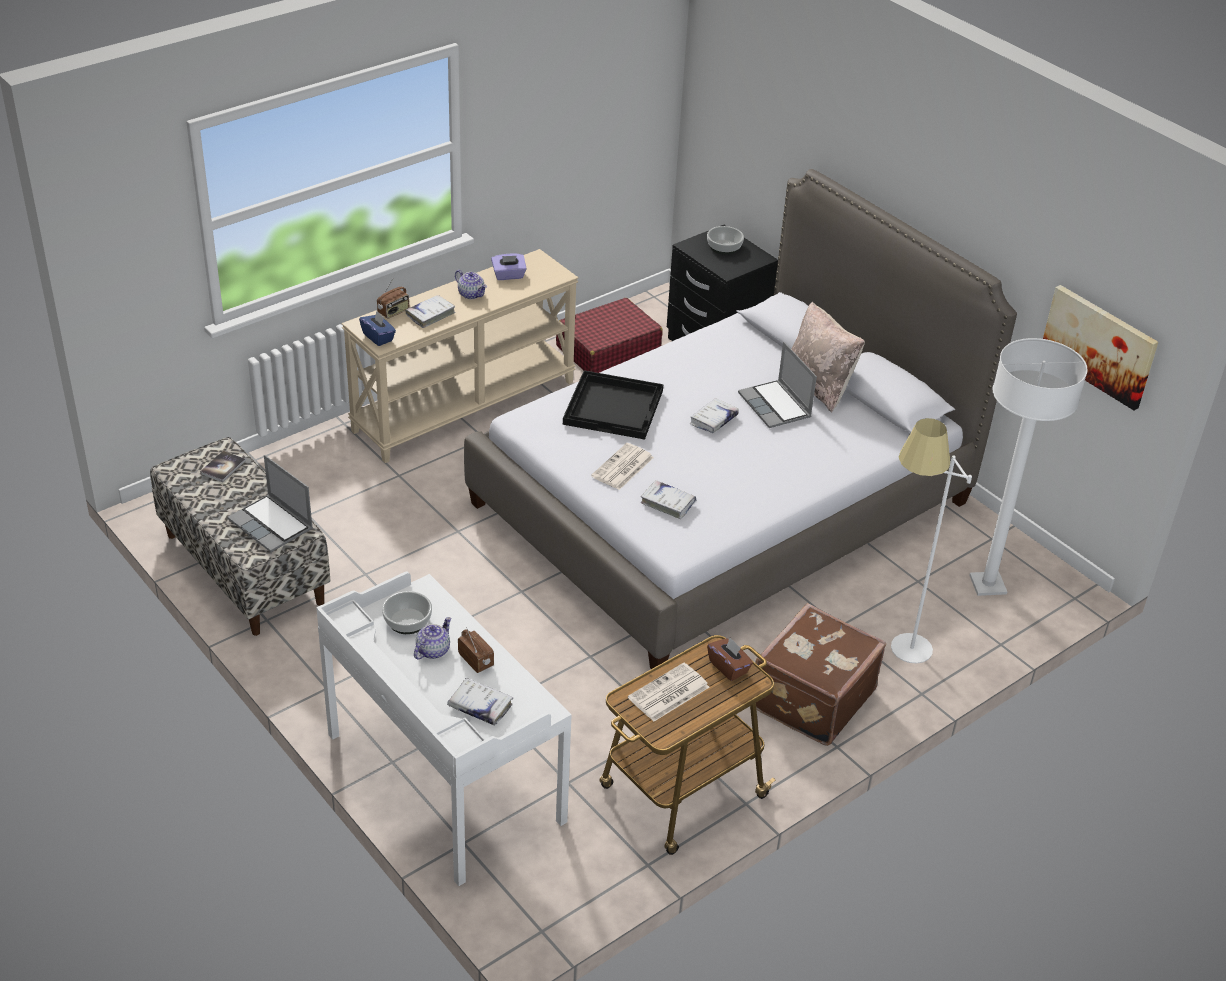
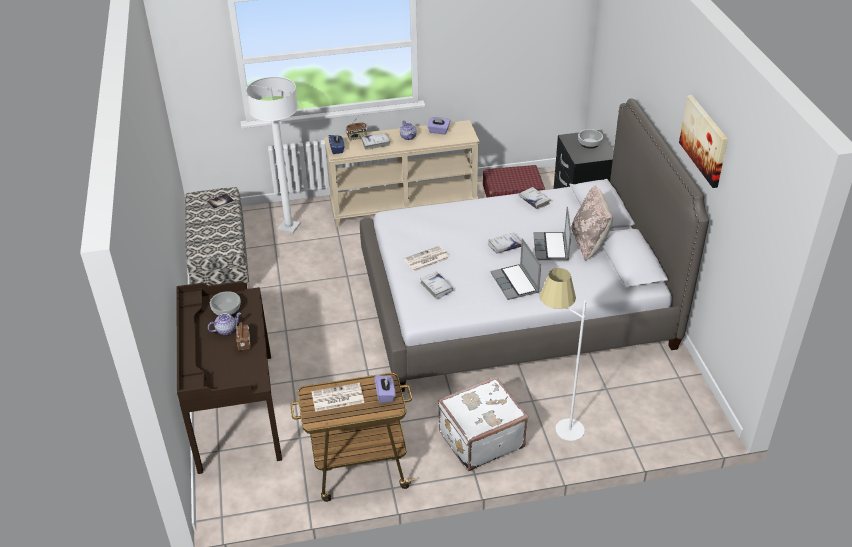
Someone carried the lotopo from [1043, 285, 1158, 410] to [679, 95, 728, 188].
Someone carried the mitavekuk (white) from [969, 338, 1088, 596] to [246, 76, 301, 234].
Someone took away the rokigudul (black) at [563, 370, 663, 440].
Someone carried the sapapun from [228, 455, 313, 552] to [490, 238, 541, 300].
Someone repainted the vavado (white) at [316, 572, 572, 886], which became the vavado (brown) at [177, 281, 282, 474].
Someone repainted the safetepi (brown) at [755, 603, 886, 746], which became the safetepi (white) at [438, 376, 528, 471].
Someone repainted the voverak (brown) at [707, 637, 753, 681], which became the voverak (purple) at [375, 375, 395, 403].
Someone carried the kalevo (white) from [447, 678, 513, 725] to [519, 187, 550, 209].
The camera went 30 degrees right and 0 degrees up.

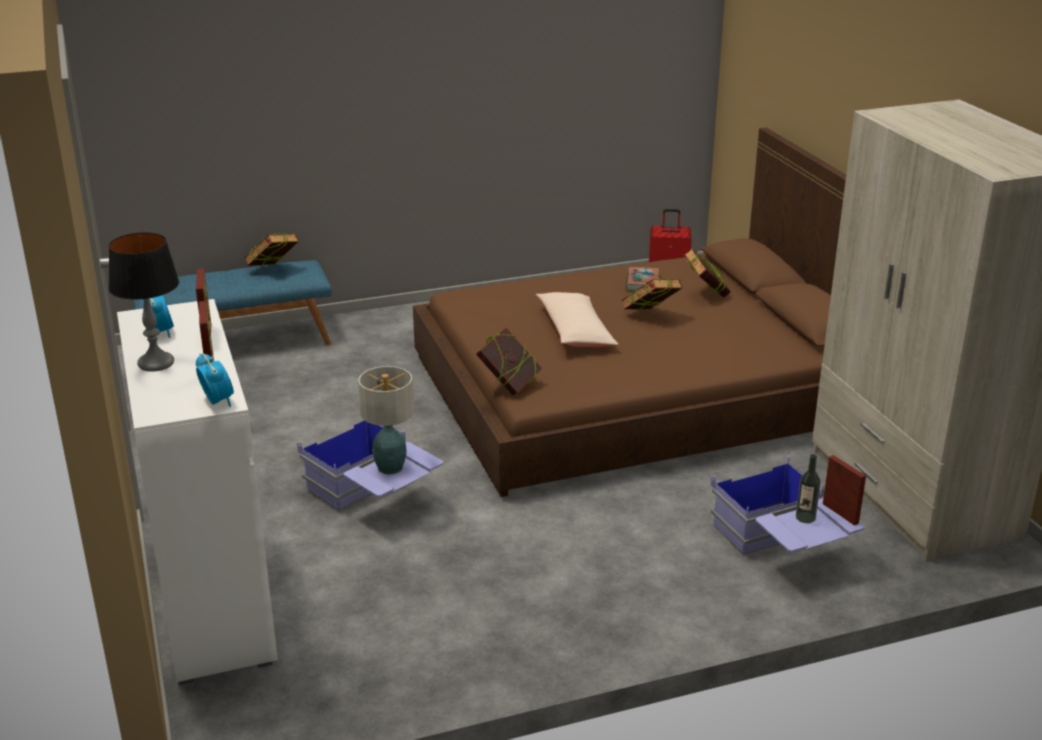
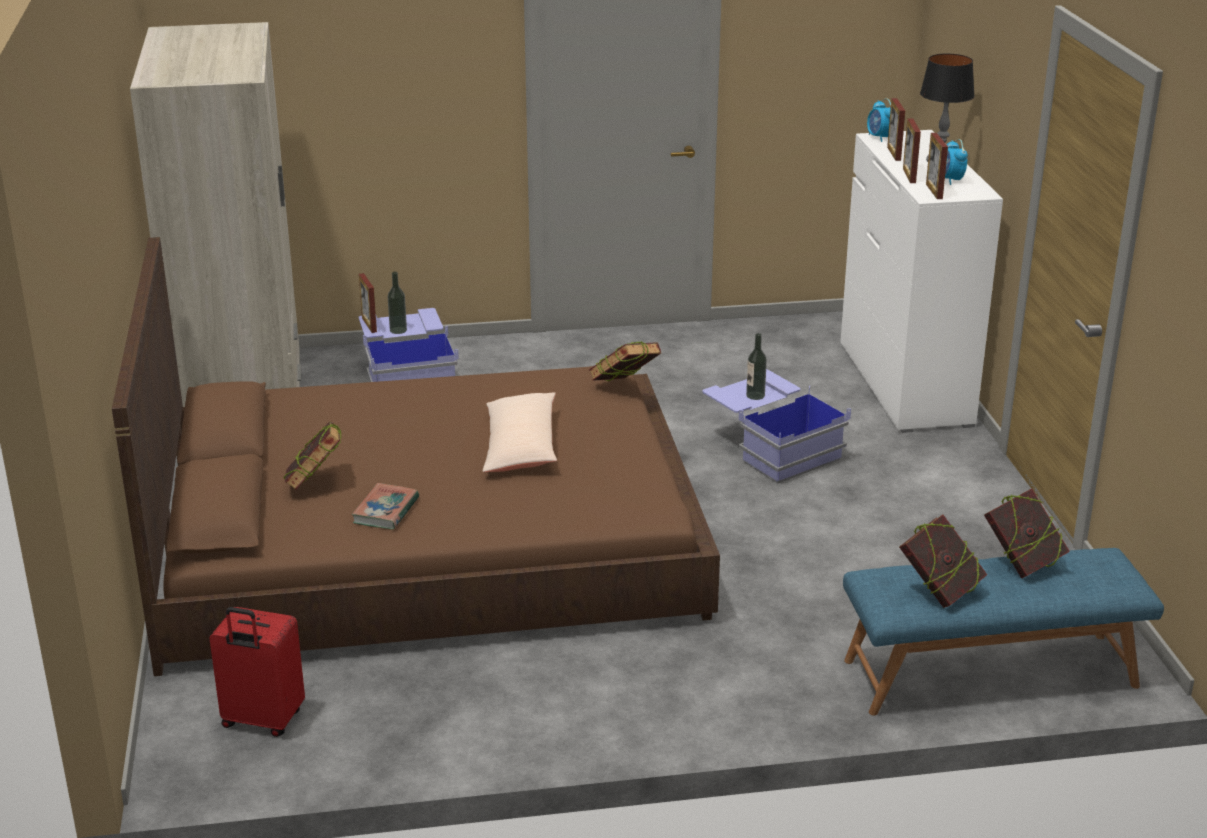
Someone carried the kalevo from [621, 277, 683, 310] to [984, 488, 1070, 578].
Someone swapped the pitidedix at [358, 366, 414, 474] for the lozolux at [746, 333, 767, 400].
Someone put down the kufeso at [926, 133, 948, 199].
The camera went 170 degrees left and 0 degrees up.

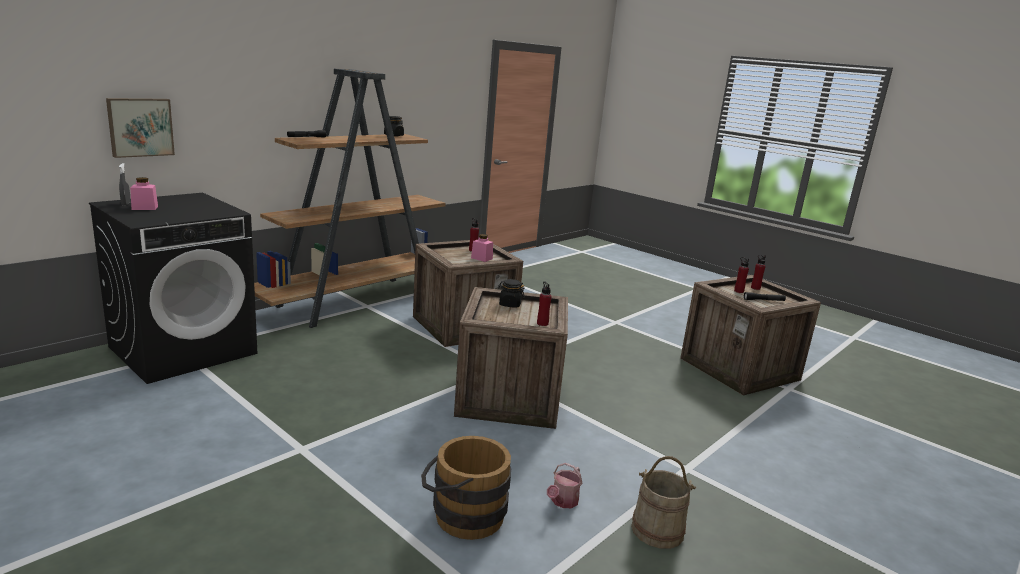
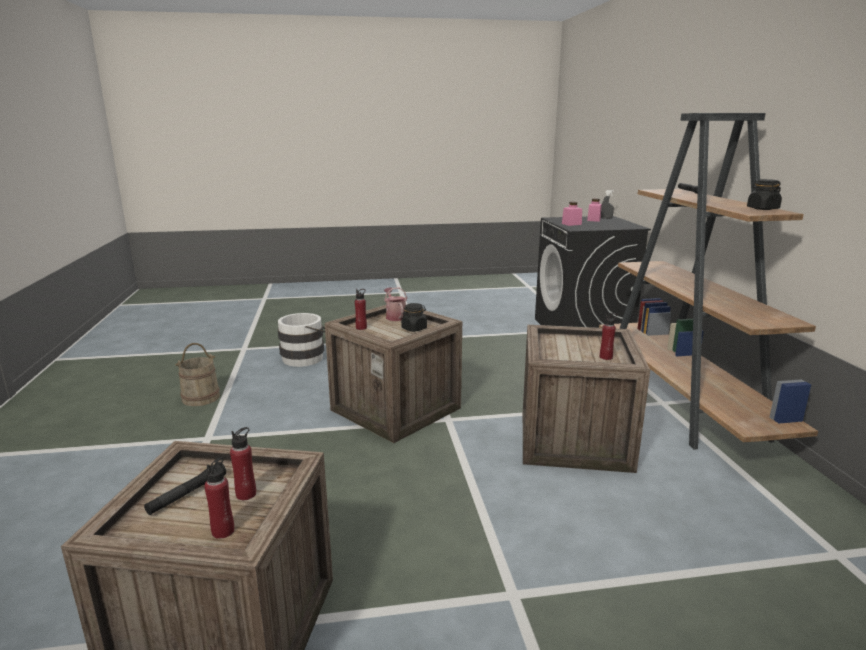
Someone took away the lotopo at [106, 98, 175, 158].
Someone carried the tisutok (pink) from [471, 234, 493, 262] to [562, 202, 582, 226].
Someone repainted the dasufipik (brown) at [421, 436, 511, 540], which became the dasufipik (white) at [278, 313, 325, 367].
Someone carried the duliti from [547, 463, 582, 508] to [384, 287, 407, 321].
The camera went 130 degrees right and 0 degrees up.

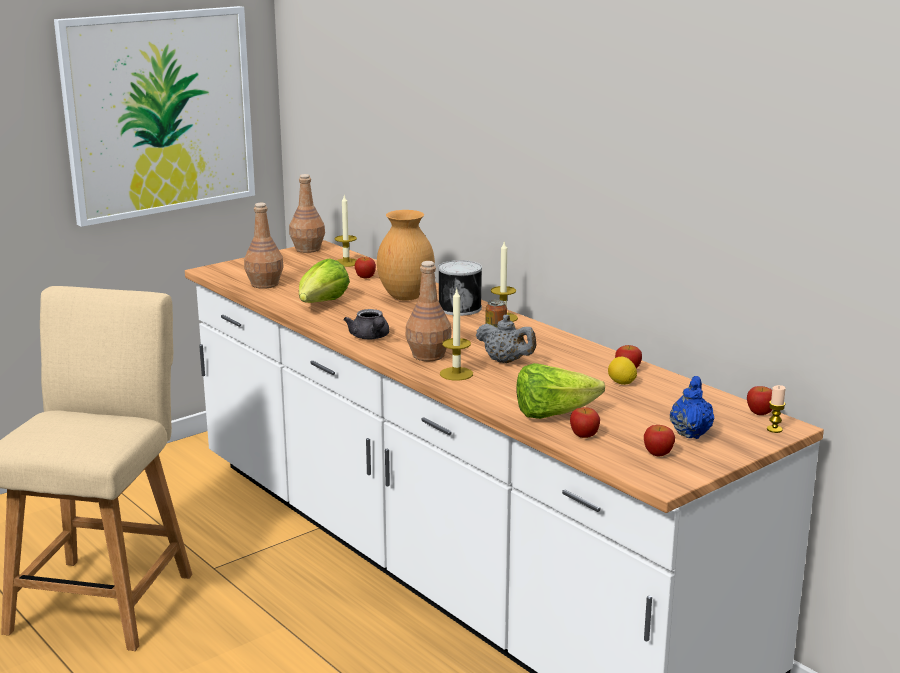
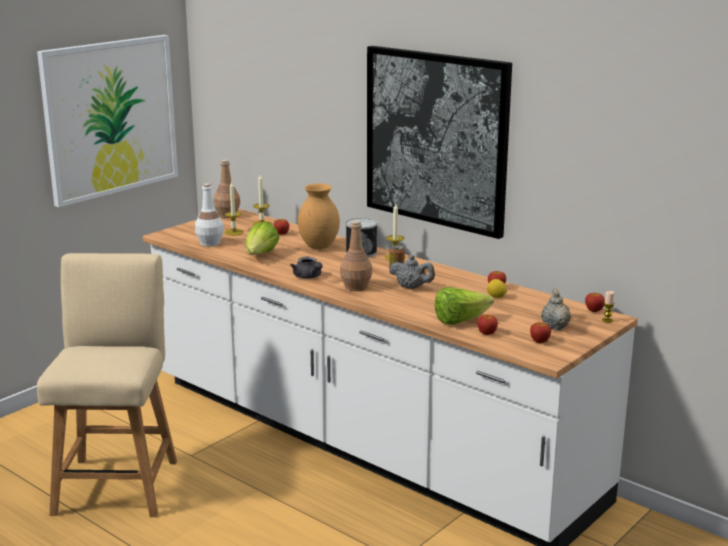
Someone repainted the lozolux (brown) at [244, 203, 283, 289], which became the lozolux (white) at [195, 183, 224, 247].
Someone carried the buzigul from [440, 288, 473, 381] to [224, 181, 244, 236].
Someone repainted the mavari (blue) at [670, 376, 714, 439], which became the mavari (beige) at [541, 288, 571, 330].
Someone put up the lotopo at [367, 46, 512, 239].
The camera went 10 degrees left and 0 degrees up.

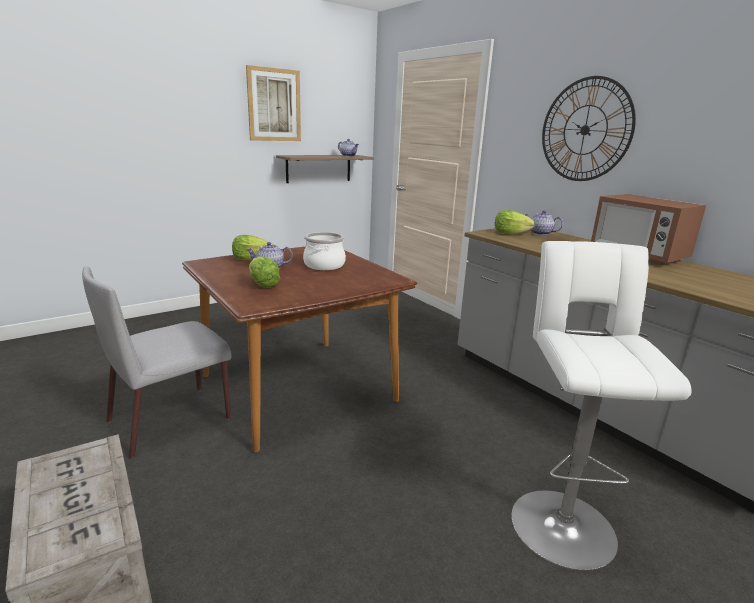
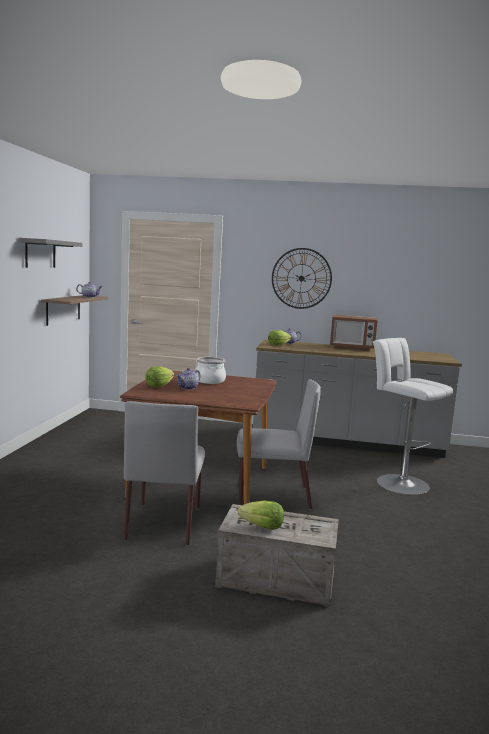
Someone swapped the lotopo at [246, 65, 301, 141] for the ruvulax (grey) at [19, 238, 83, 268].
Someone carried the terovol from [249, 256, 280, 288] to [238, 501, 284, 530].
Someone put down the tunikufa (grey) at [237, 379, 321, 510].
The camera went 45 degrees left and 10 degrees down.

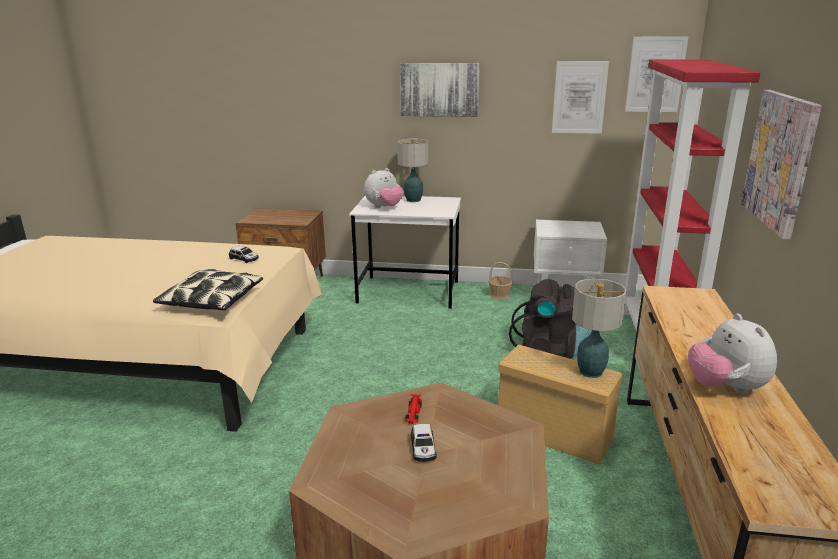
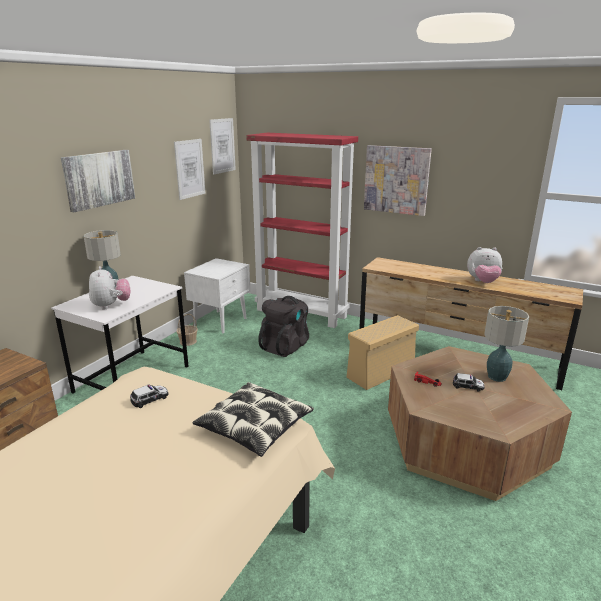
Someone carried the pitidedix from [572, 278, 626, 378] to [484, 306, 529, 382].
The camera went 70 degrees left and 0 degrees up.

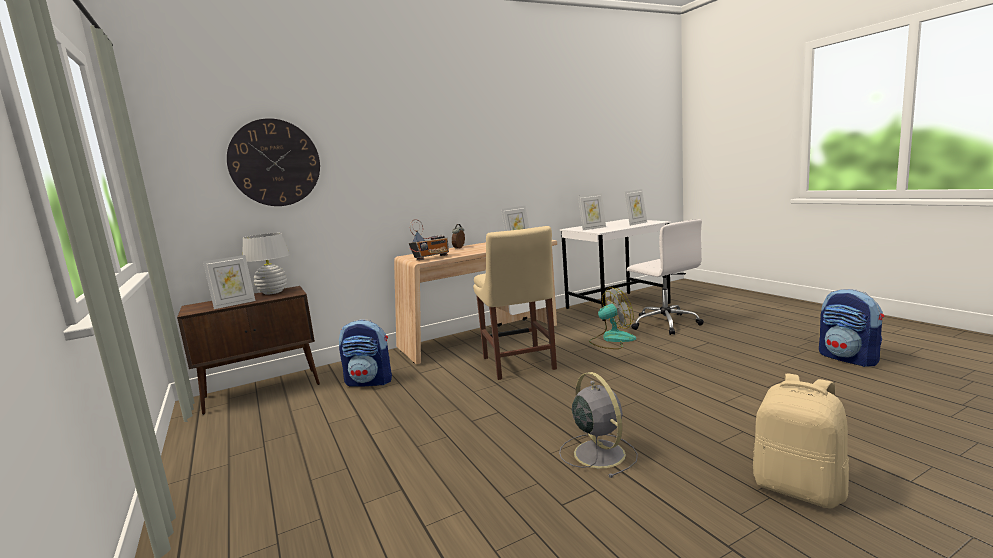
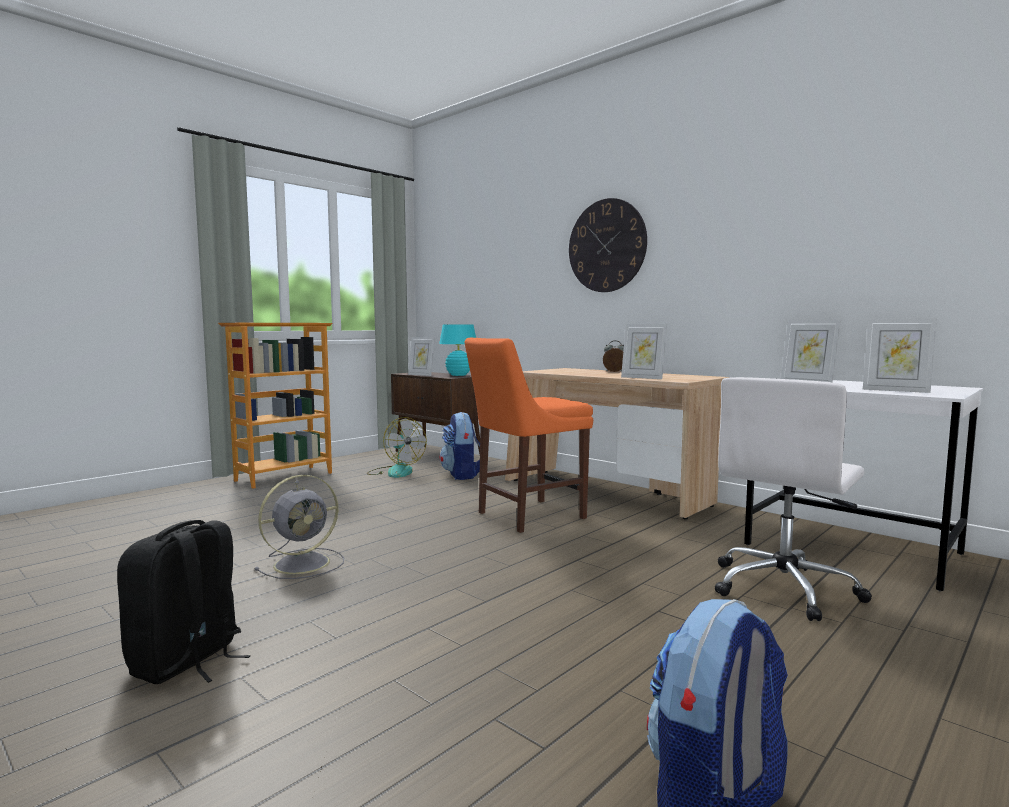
Someone carried the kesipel from [227, 118, 320, 206] to [569, 198, 647, 292].
Someone took away the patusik at [409, 219, 449, 260].
Someone repainted the tunikufa (beige) at [473, 226, 557, 380], which became the tunikufa (orange) at [465, 338, 593, 533].
Someone repainted the pitidedix (white) at [242, 233, 290, 295], which became the pitidedix (turquoise) at [439, 325, 476, 376].
Someone carried the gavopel from [589, 287, 636, 349] to [367, 417, 427, 478].
Someone repainted the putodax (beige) at [753, 374, 849, 509], which became the putodax (black) at [117, 520, 251, 684].
Someone put down the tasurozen at [218, 323, 332, 489].
The camera went 70 degrees right and 5 degrees down.

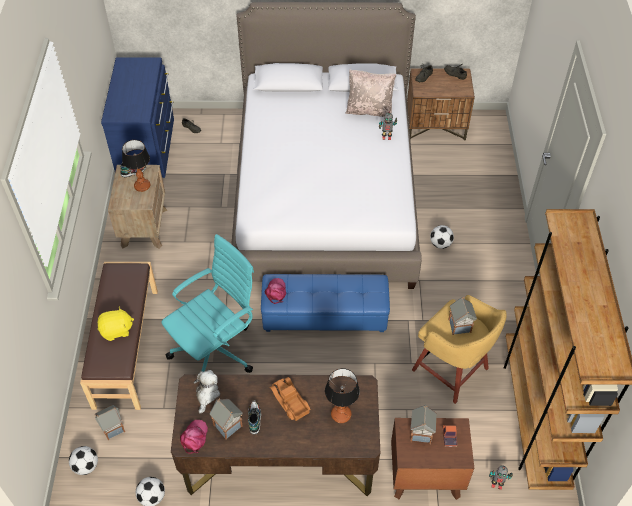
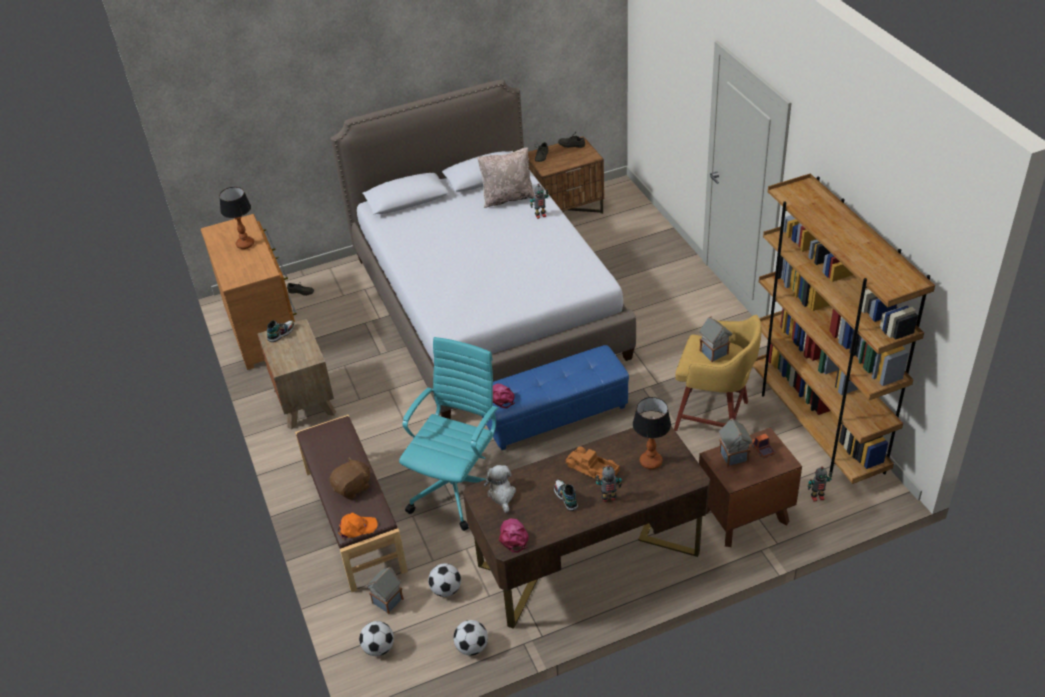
Someone repainted the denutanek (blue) at [101, 57, 174, 178], which became the denutanek (brown) at [201, 214, 297, 370].
Someone carried the pitidedix from [122, 140, 150, 192] to [219, 187, 254, 249].
Someone carried the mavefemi from [430, 225, 454, 249] to [428, 563, 461, 597].
Someone repainted the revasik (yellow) at [98, 306, 134, 341], which became the revasik (brown) at [330, 457, 370, 500].
Someone took away the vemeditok at [209, 398, 243, 440].
Someone put down the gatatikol at [596, 465, 622, 502].
Someone put down the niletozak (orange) at [338, 513, 377, 539].
The camera went 20 degrees left and 10 degrees down.

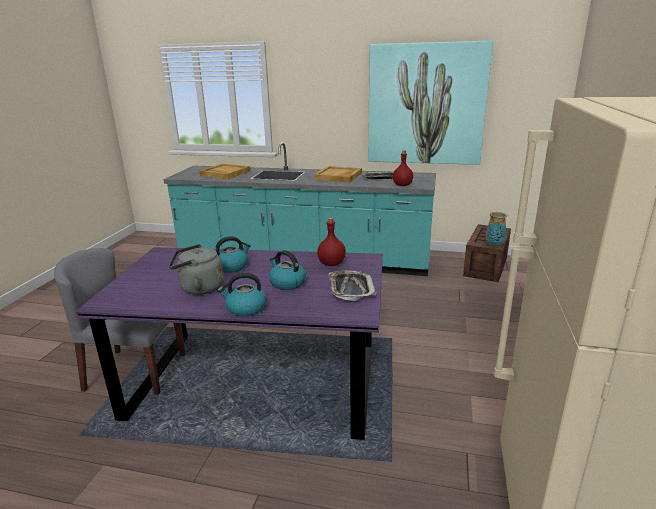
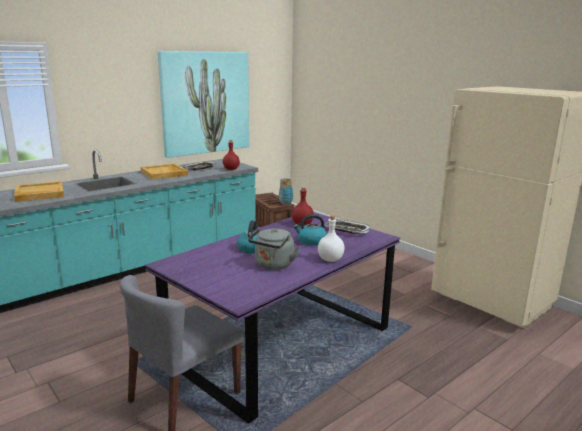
Someone swapped the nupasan at [217, 273, 266, 316] for the lozolux (white) at [318, 215, 345, 262].
The camera went 55 degrees left and 5 degrees down.

